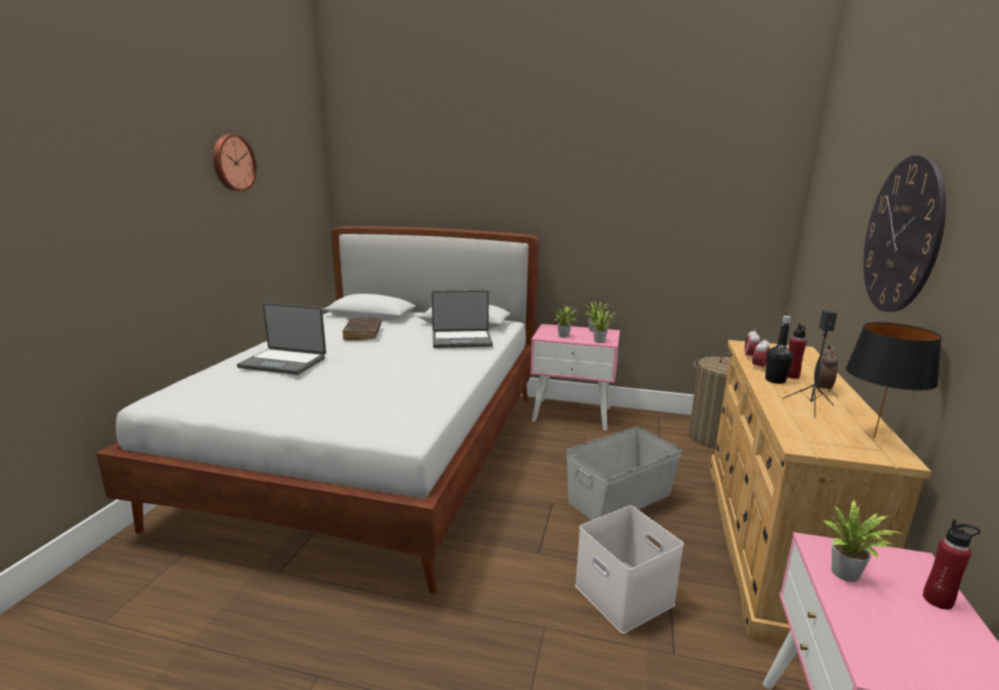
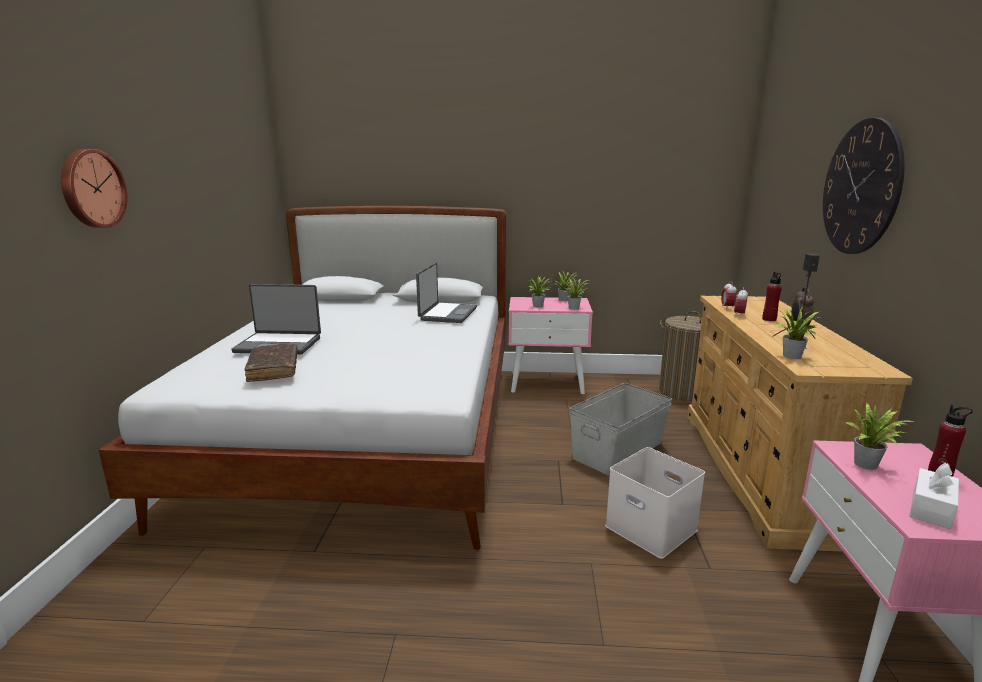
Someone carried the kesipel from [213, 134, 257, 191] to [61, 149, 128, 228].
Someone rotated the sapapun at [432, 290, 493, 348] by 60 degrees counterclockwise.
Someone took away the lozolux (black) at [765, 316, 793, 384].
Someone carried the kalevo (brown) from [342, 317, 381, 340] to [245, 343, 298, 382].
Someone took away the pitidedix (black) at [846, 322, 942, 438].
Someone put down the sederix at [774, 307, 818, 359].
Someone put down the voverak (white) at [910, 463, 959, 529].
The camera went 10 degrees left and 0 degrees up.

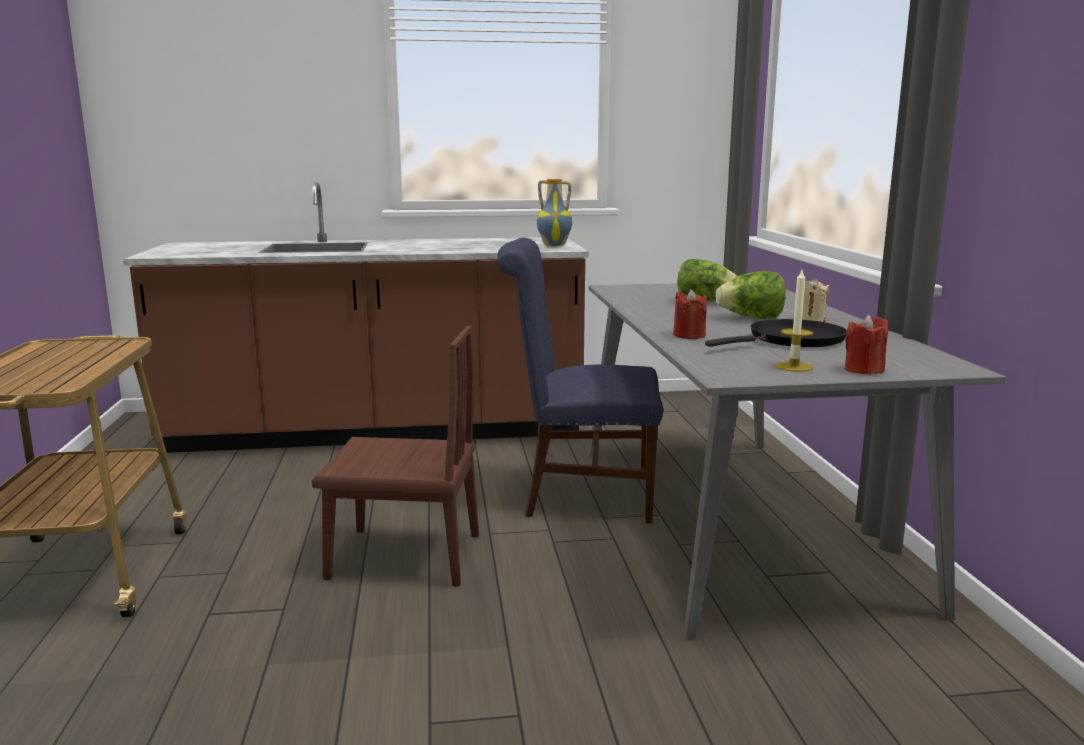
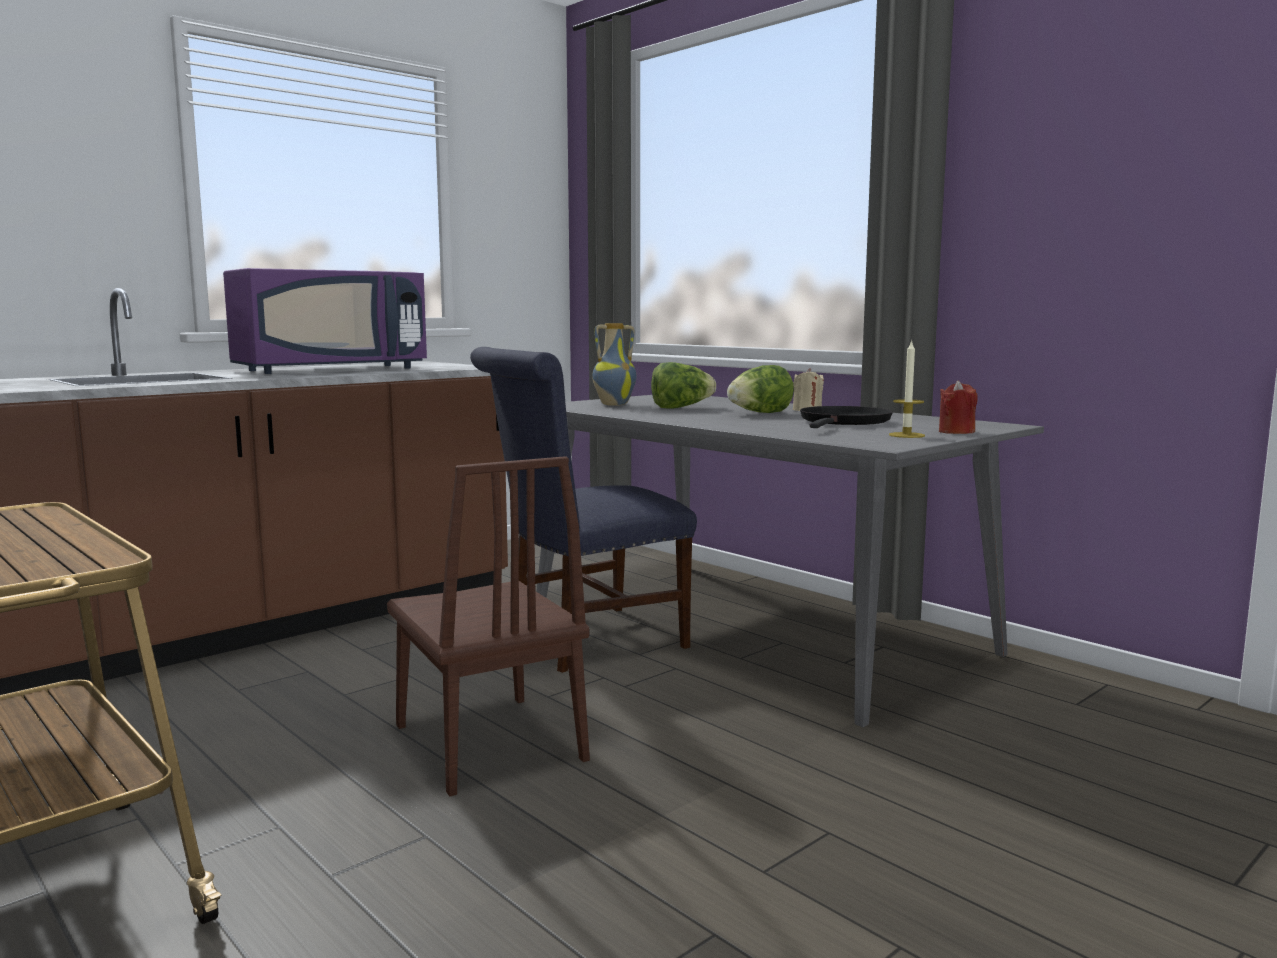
Someone carried the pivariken from [537, 179, 572, 246] to [592, 323, 636, 406].
Someone took away the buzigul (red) at [673, 289, 707, 339].
Someone rotated the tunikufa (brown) at [312, 326, 479, 587] by 90 degrees clockwise.
Someone put down the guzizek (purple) at [223, 268, 427, 374].
The camera went 35 degrees left and 5 degrees down.

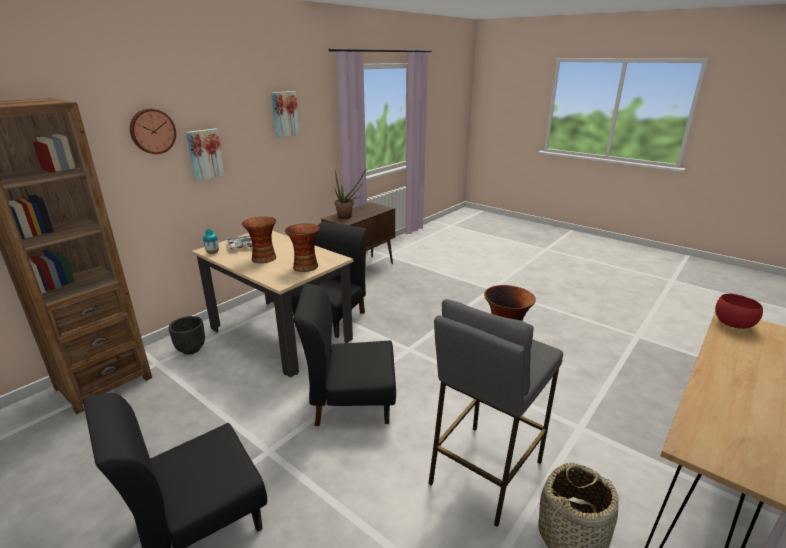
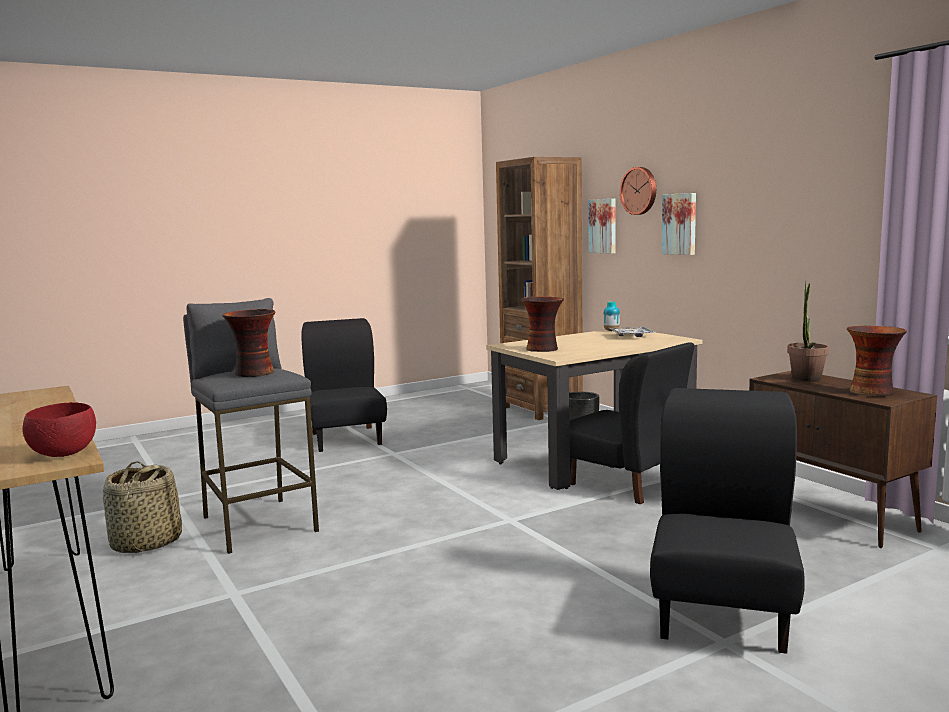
Someone carried the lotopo from [271, 91, 300, 138] to [589, 199, 616, 254].
Someone carried the pivariken from [242, 217, 276, 263] to [847, 326, 907, 397].
Someone carried the tunikufa (black) from [294, 284, 396, 426] to [650, 388, 805, 654].
The camera went 110 degrees right and 15 degrees down.

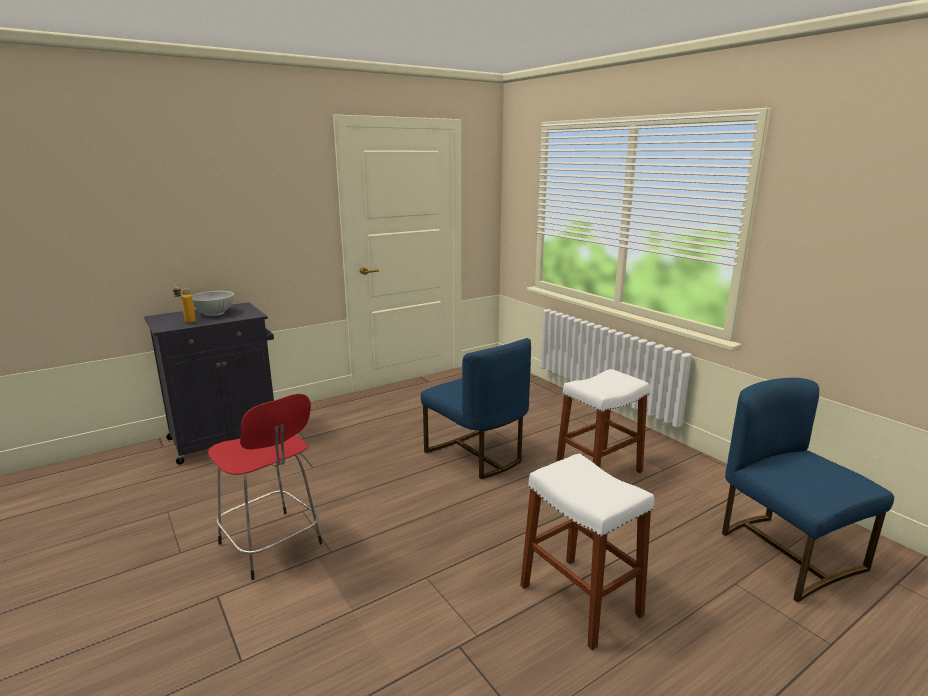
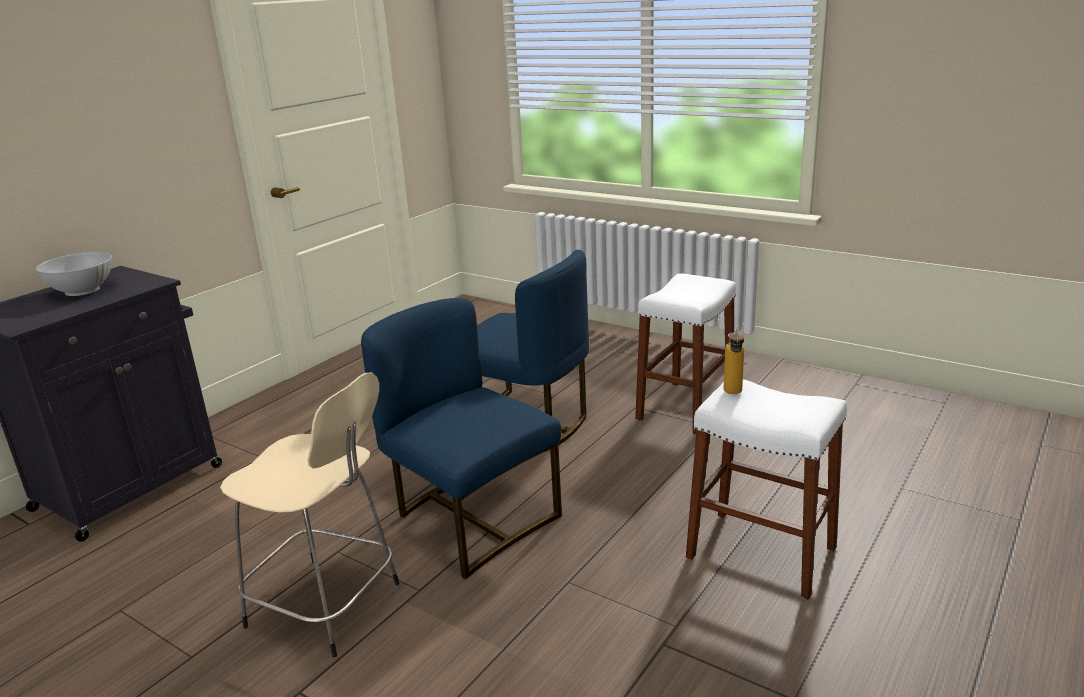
Someone carried the lozolux from [172, 284, 196, 323] to [724, 328, 744, 394].
Someone carried the tunikufa (blue) from [722, 378, 894, 602] to [361, 298, 562, 579].
Someone repainted the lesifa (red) at [208, 394, 323, 580], which became the lesifa (beige) at [220, 373, 399, 657].
The camera went 20 degrees left and 5 degrees up.

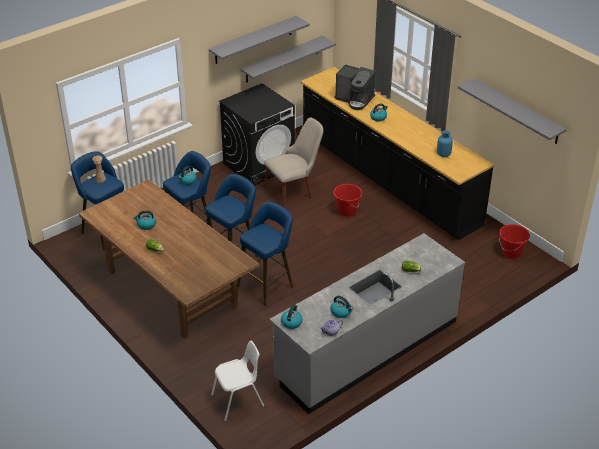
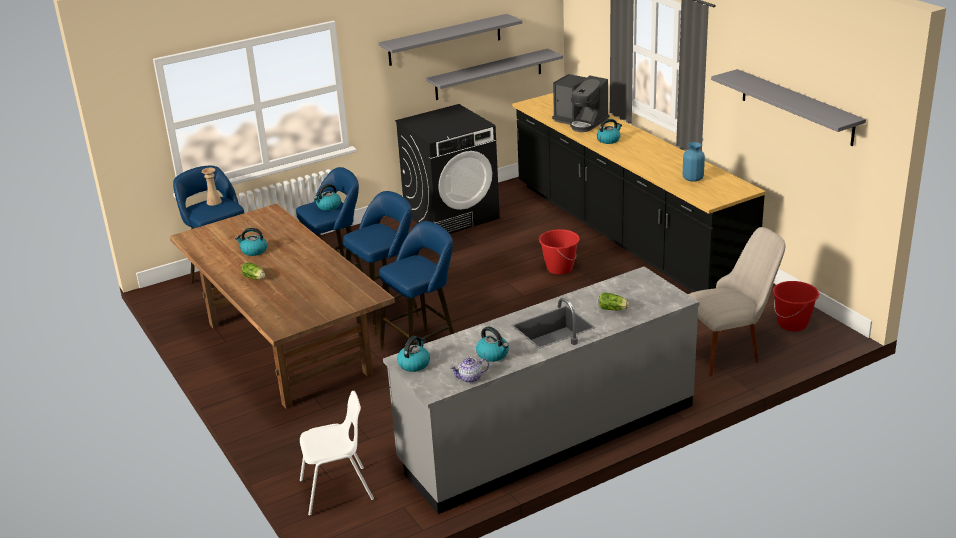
Someone carried the tunikufa (beige) from [263, 118, 323, 207] to [688, 227, 785, 376].
The camera went 10 degrees right and 10 degrees down.

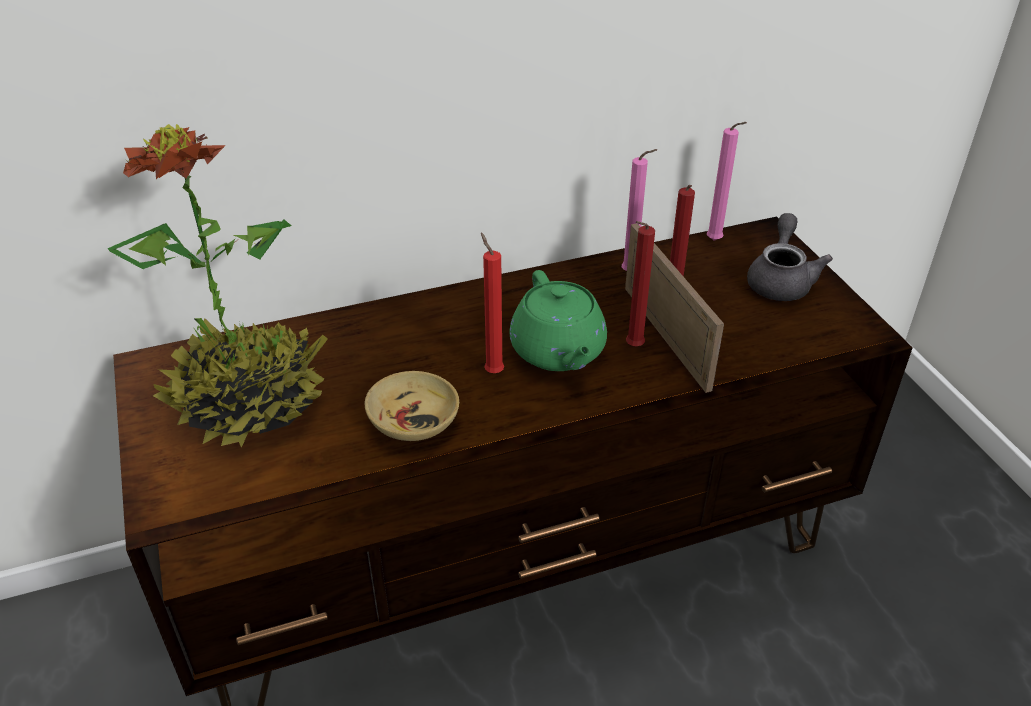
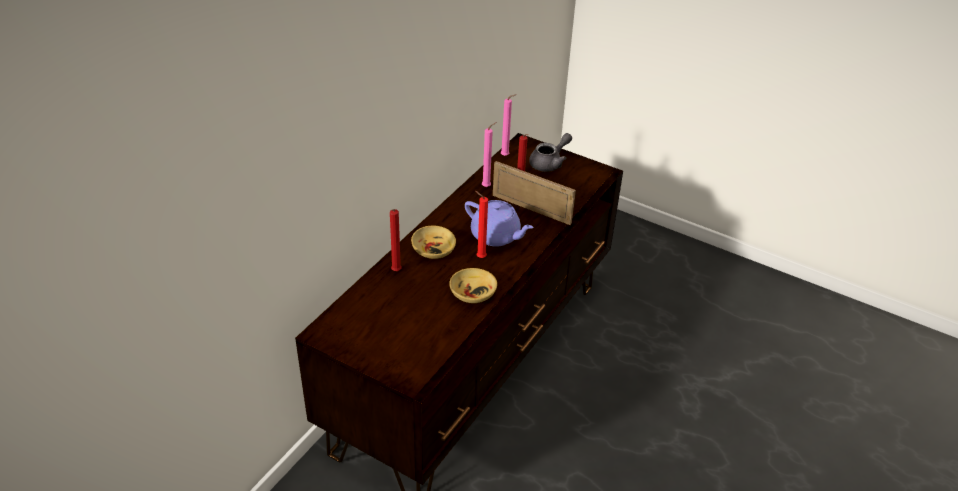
Someone took away the sederix at [108, 124, 328, 448].
Someone rotated the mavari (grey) at [747, 213, 833, 301] by 75 degrees clockwise.
Someone carried the buzigul (red) from [626, 221, 655, 347] to [390, 209, 402, 271].
Someone repainted the mavari (green) at [509, 270, 607, 371], which became the mavari (purple) at [465, 200, 534, 246].
Someone put down the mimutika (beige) at [411, 225, 456, 259].
The camera went 40 degrees left and 0 degrees up.

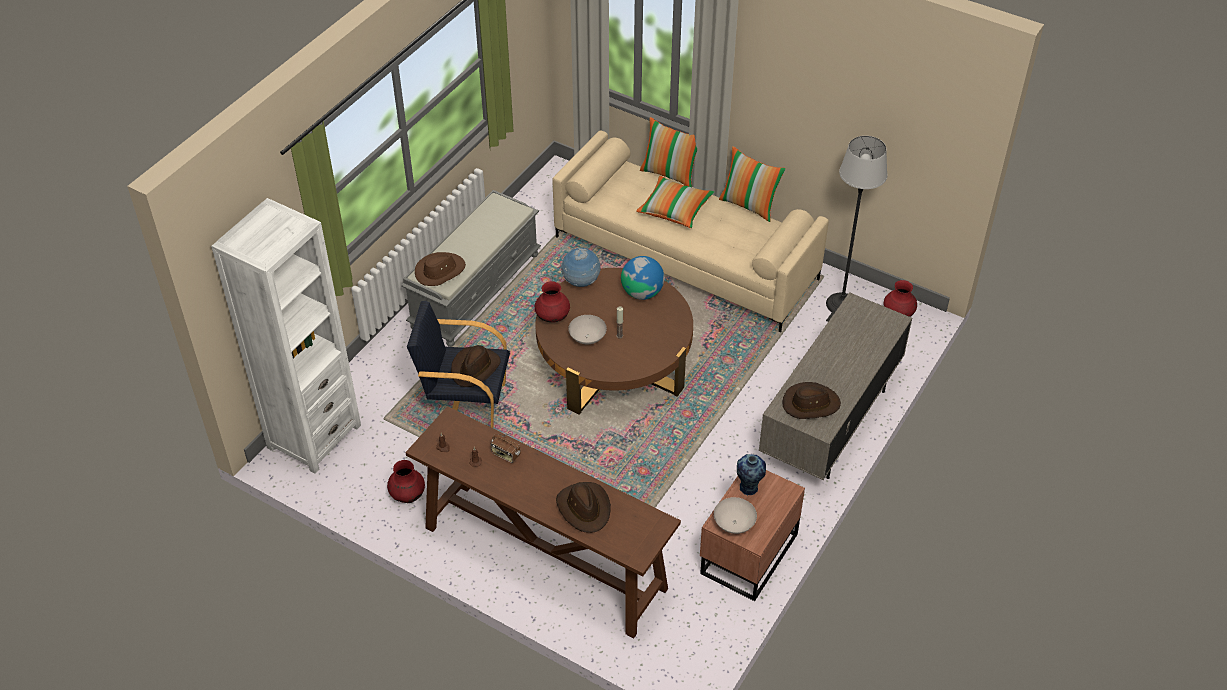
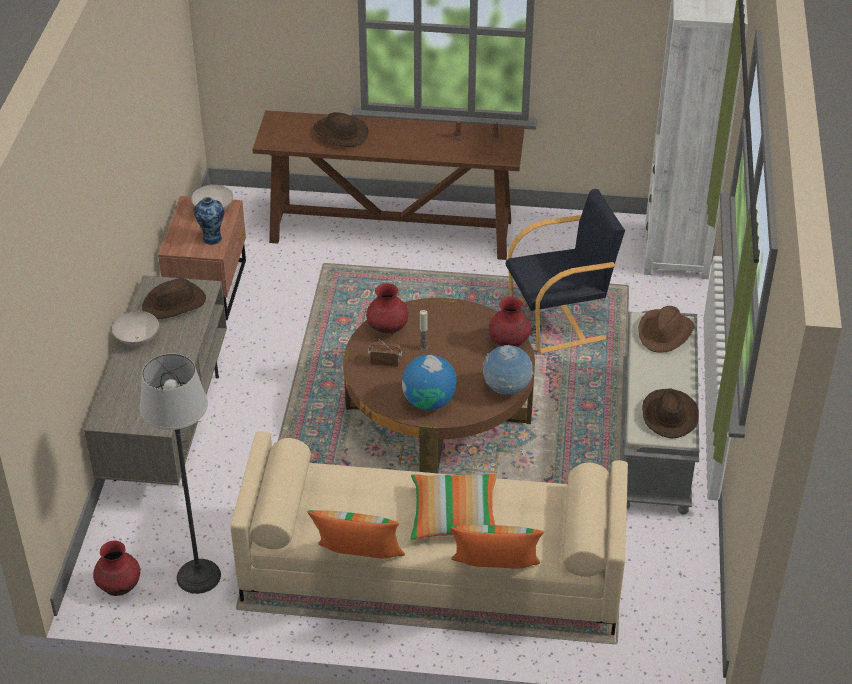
Someone carried the mimutika (white) from [568, 315, 607, 344] to [112, 311, 159, 346].
Someone carried the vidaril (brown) from [451, 345, 501, 387] to [642, 388, 699, 439].
Someone carried the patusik from [491, 433, 521, 463] to [368, 339, 402, 367].
Someone carried the pivariken (red) from [387, 460, 425, 503] to [366, 283, 408, 334].
The camera went 155 degrees right and 5 degrees down.

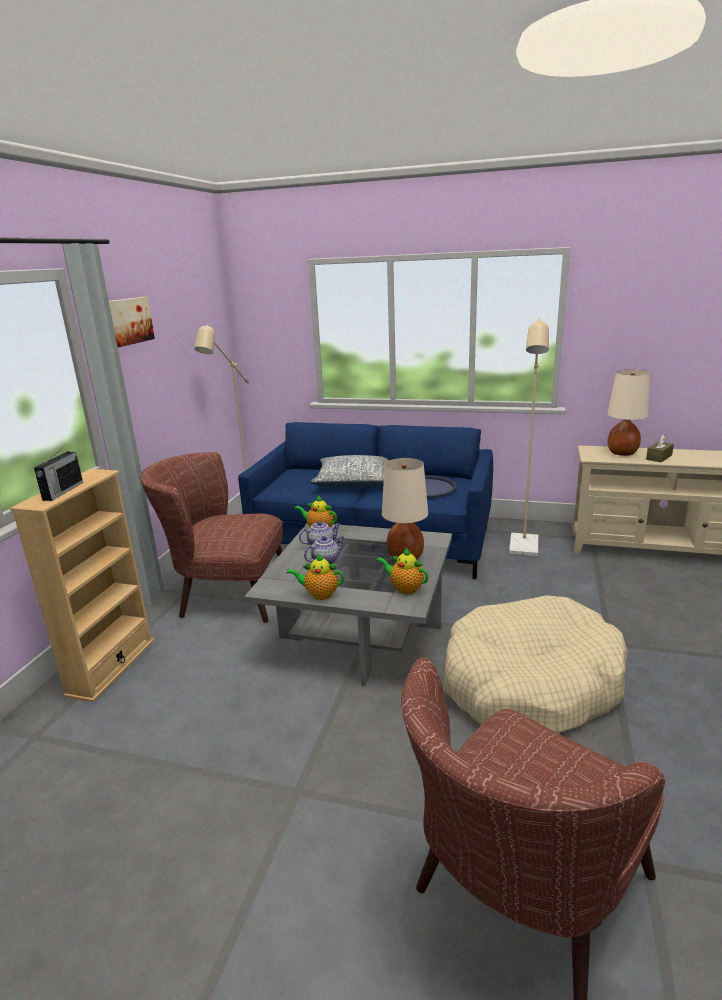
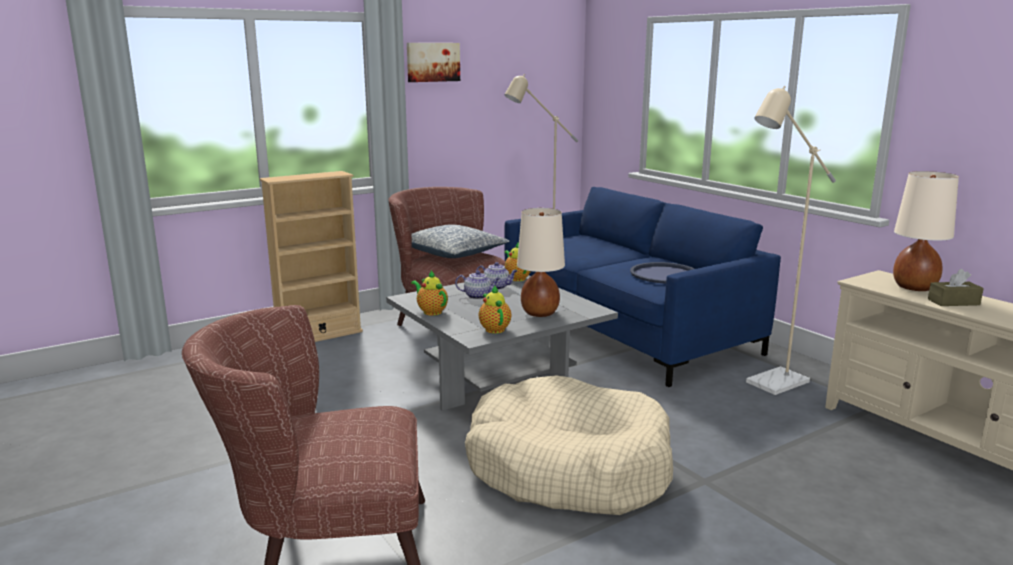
Someone took away the patusik at [34, 444, 83, 501].
Someone carried the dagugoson from [310, 455, 389, 487] to [412, 225, 509, 258].
The camera went 40 degrees right and 5 degrees down.

